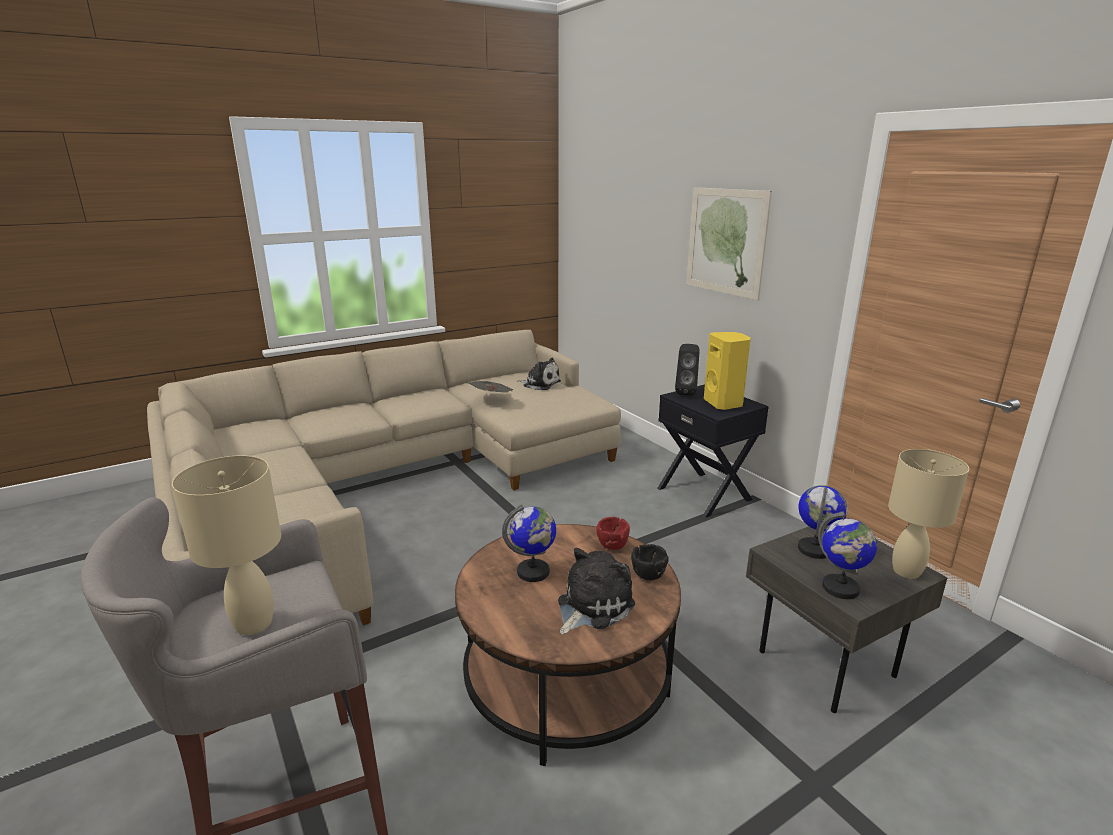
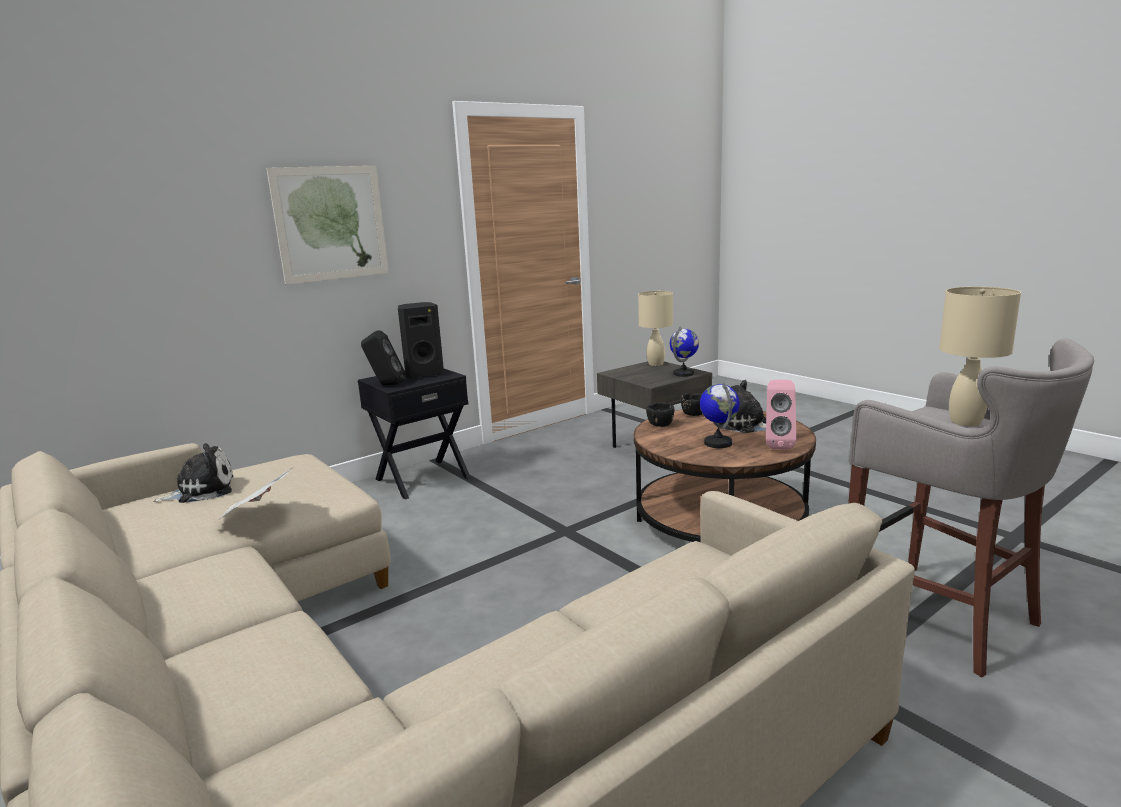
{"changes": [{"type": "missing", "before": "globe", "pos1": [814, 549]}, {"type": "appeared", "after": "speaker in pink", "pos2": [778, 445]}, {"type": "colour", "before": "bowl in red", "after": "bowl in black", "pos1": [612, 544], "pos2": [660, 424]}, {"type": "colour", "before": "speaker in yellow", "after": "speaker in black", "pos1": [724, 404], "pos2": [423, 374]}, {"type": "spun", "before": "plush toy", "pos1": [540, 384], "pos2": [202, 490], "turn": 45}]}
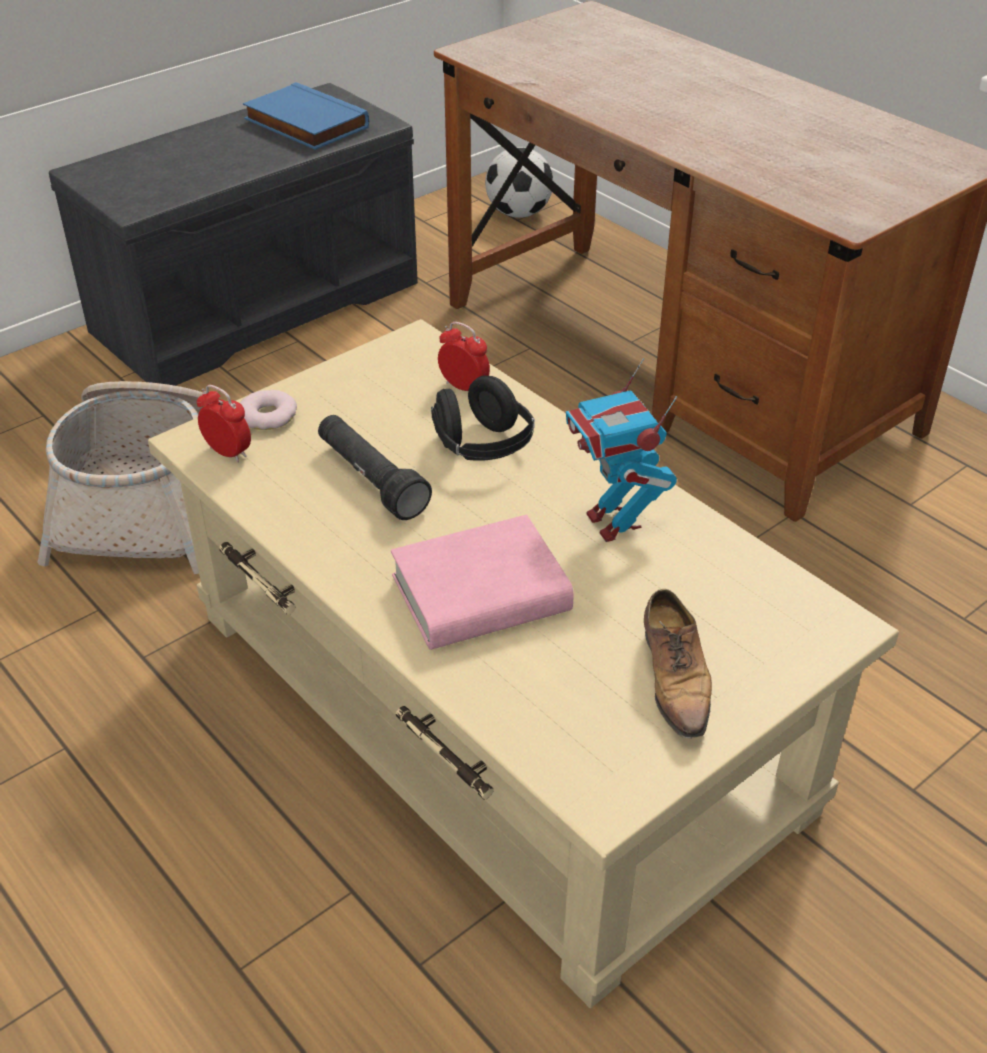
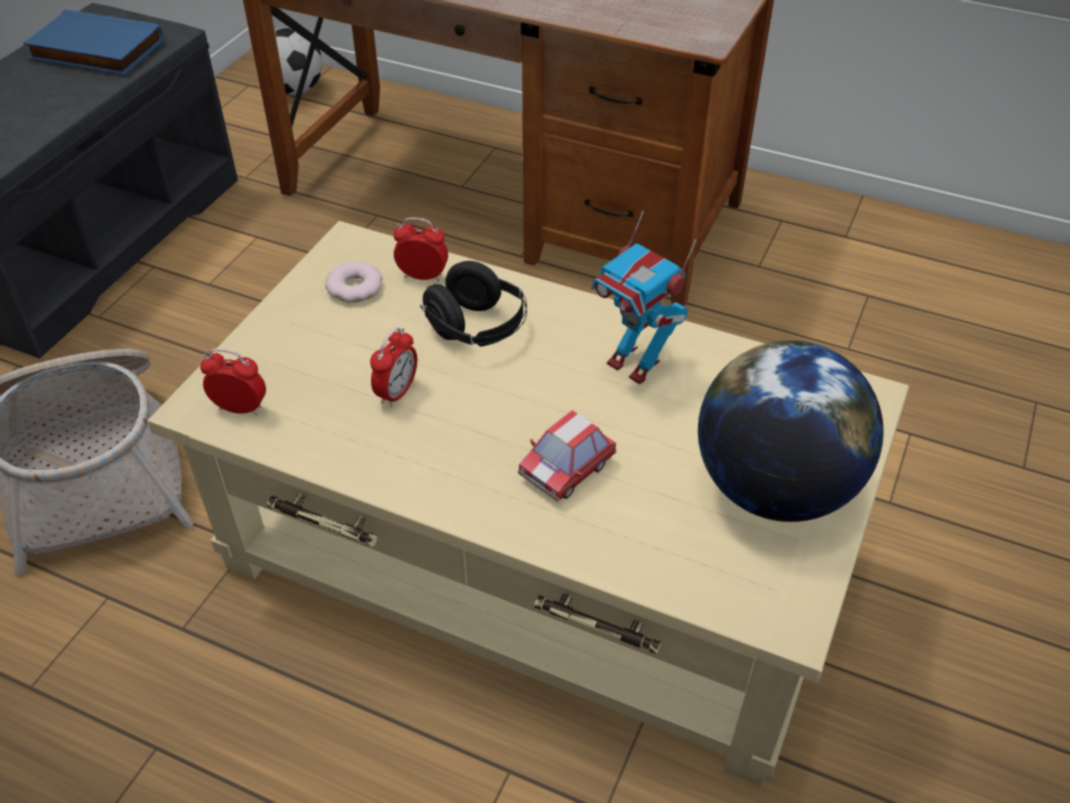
{"changes": [{"type": "relocated", "before": "donut", "pos1": [268, 416], "pos2": [355, 287]}, {"type": "exchanged", "before": "flashlight in black", "after": "alarm clock", "pos1": [371, 480], "pos2": [397, 392]}, {"type": "exchanged", "before": "book in pink", "after": "toy car", "pos1": [481, 594], "pos2": [567, 469]}, {"type": "exchanged", "before": "shoe", "after": "globe", "pos1": [675, 679], "pos2": [774, 489]}]}
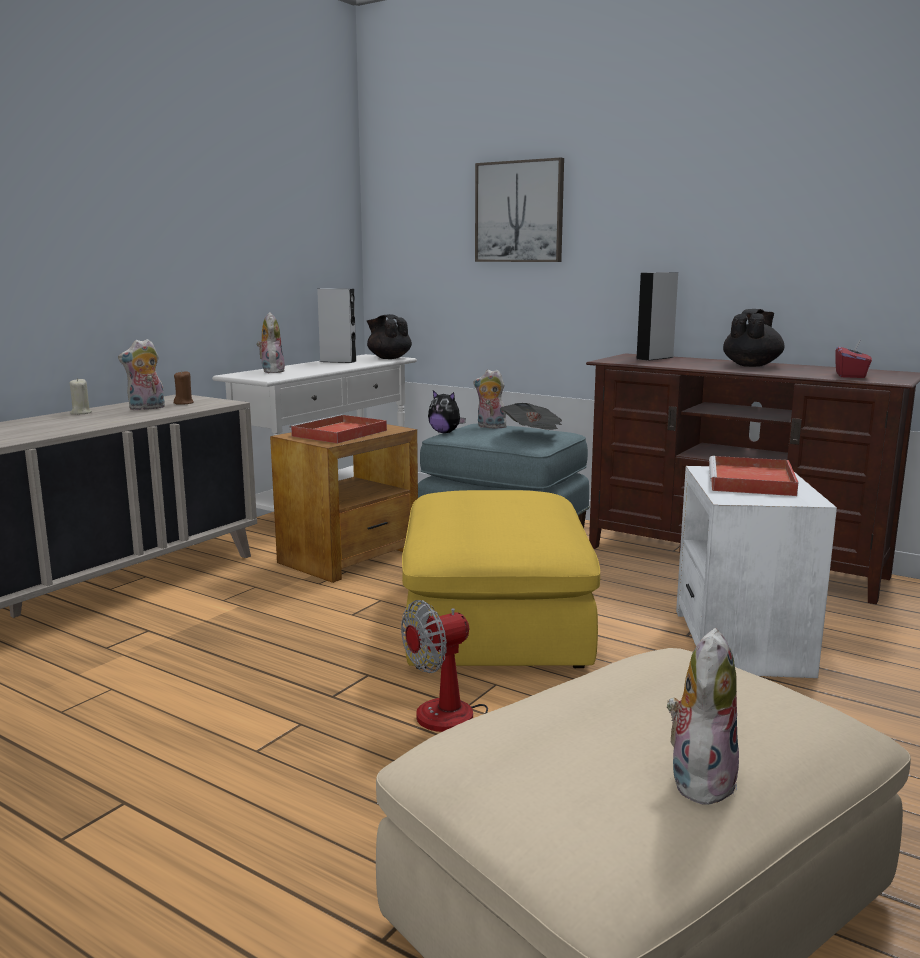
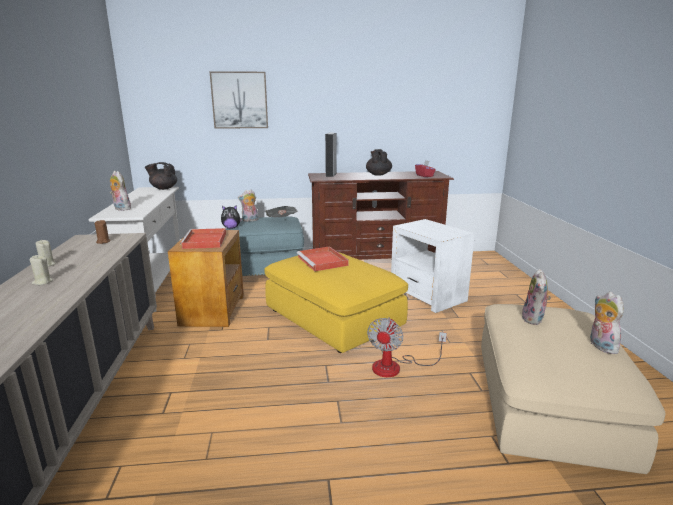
{"changes": [{"type": "missing", "before": "speaker in grey", "pos1": [338, 361]}, {"type": "appeared", "after": "candle in beige", "pos2": [42, 282]}, {"type": "relocated", "before": "plush toy", "pos1": [146, 408], "pos2": [534, 319]}, {"type": "relocated", "before": "tray in red", "pos1": [752, 481], "pos2": [323, 261]}]}
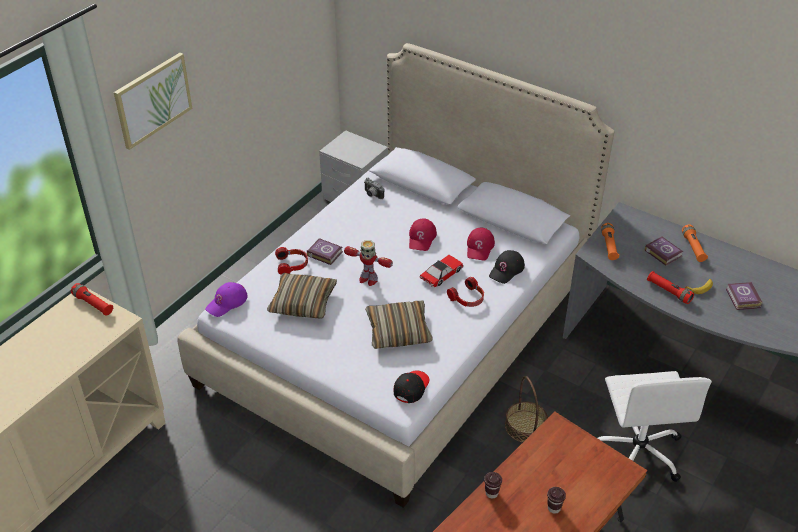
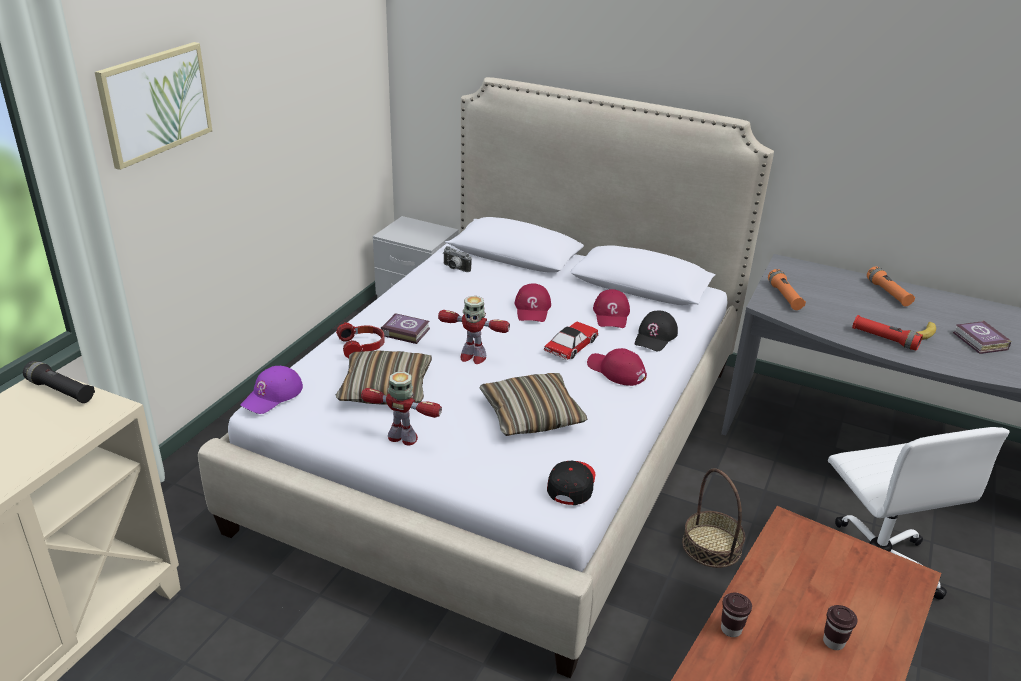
{"changes": [{"type": "missing", "before": "book", "pos1": [663, 252]}, {"type": "appeared", "after": "toy robot", "pos2": [403, 438]}, {"type": "exchanged", "before": "headphones", "after": "cap in red", "pos1": [468, 298], "pos2": [616, 371]}, {"type": "colour", "before": "flashlight in red", "after": "flashlight in black", "pos1": [93, 304], "pos2": [61, 391]}]}
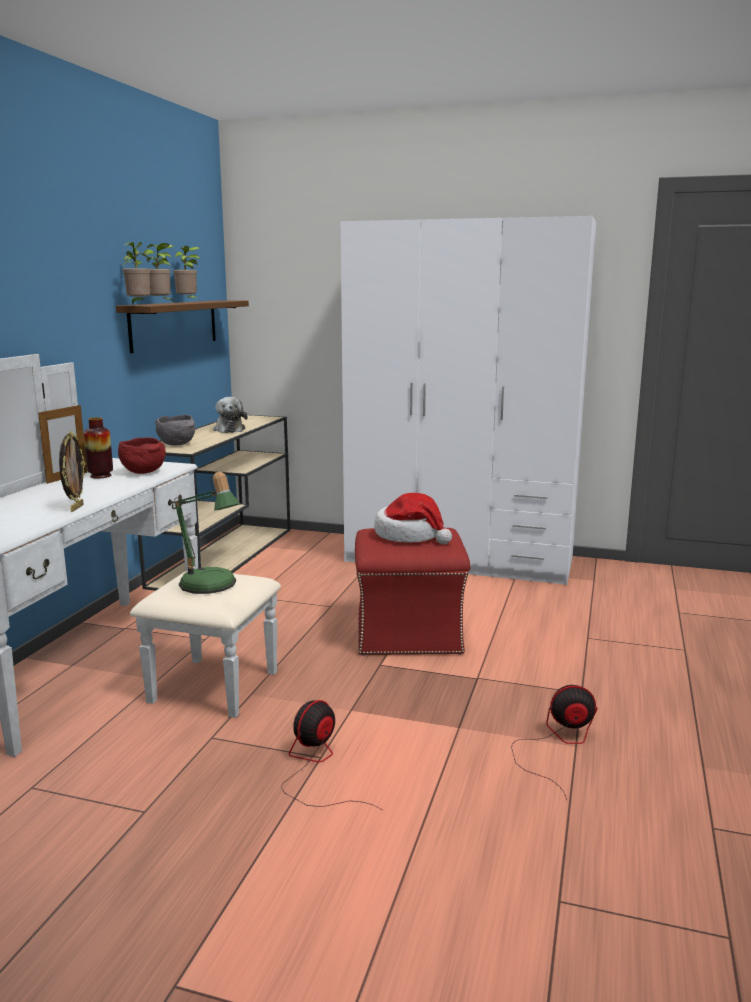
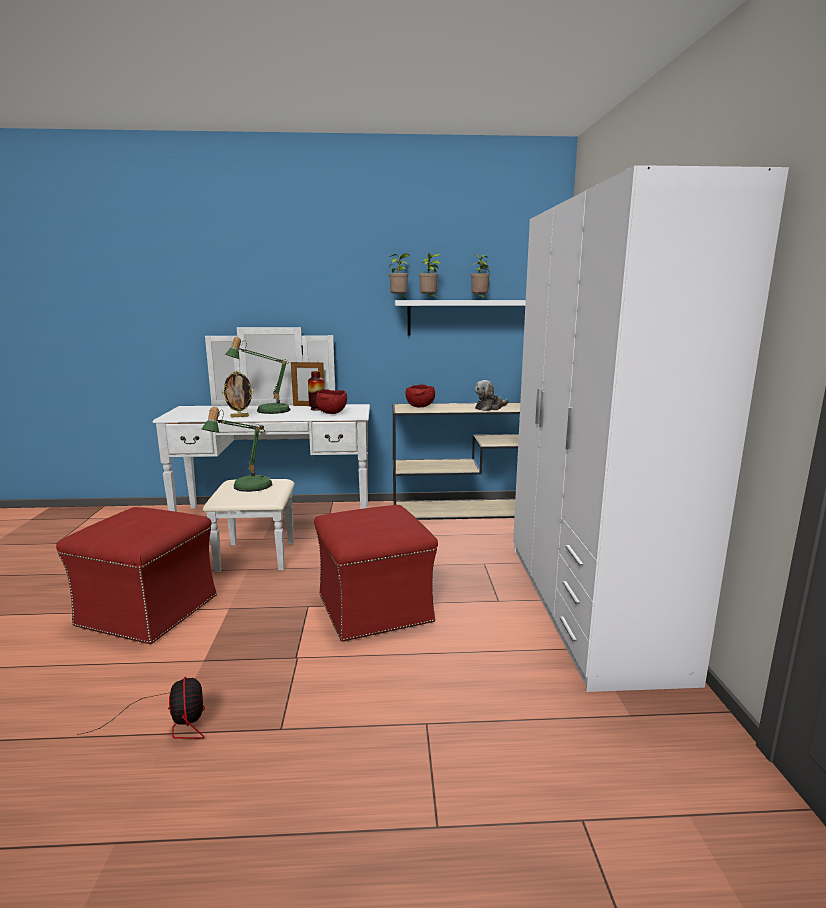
{"changes": [{"type": "missing", "before": "hat", "pos1": [410, 535]}, {"type": "appeared", "after": "table lamp", "pos2": [267, 411]}, {"type": "exchanged", "before": "fan", "after": "ottoman in red", "pos1": [316, 767], "pos2": [149, 611]}, {"type": "colour", "before": "shelf in brown", "after": "shelf in white", "pos1": [174, 324], "pos2": [471, 317]}, {"type": "colour", "before": "bowl in grey", "after": "bowl in red", "pos1": [178, 444], "pos2": [420, 407]}]}
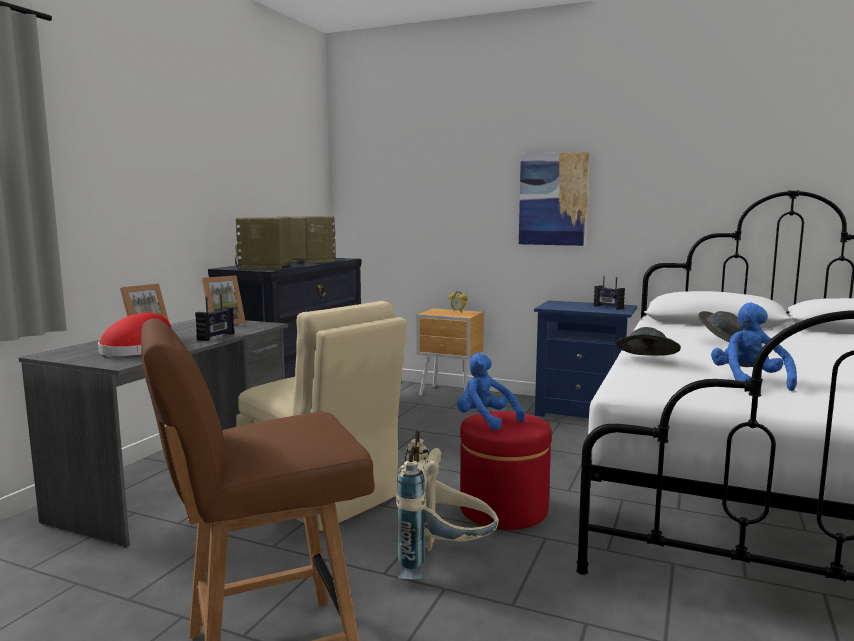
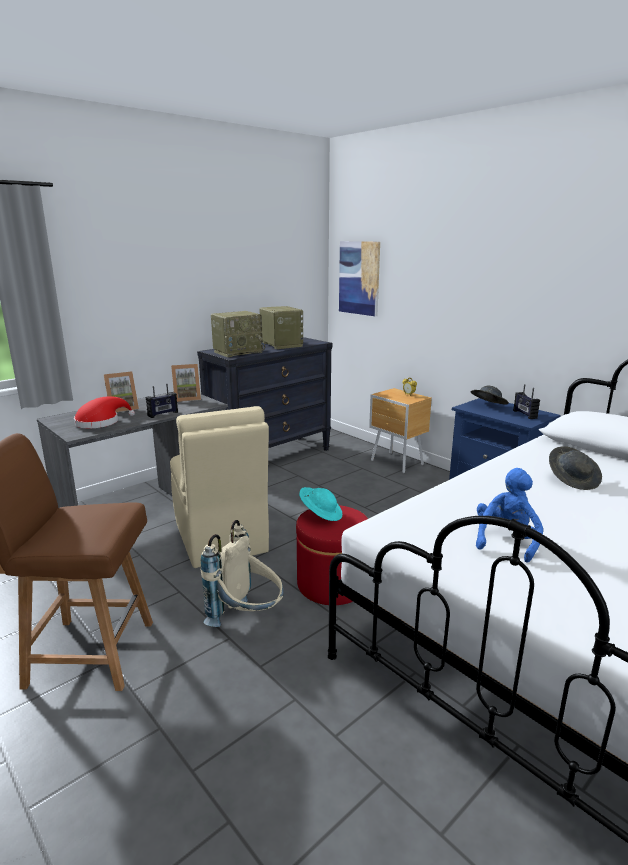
{"changes": [{"type": "relocated", "before": "picture", "pos1": [553, 199], "pos2": [359, 278]}, {"type": "relocated", "before": "hat in grey", "pos1": [645, 360], "pos2": [487, 406]}, {"type": "exchanged", "before": "plush toy in blue", "after": "hat in turquoise", "pos1": [485, 420], "pos2": [321, 514]}, {"type": "spun", "before": "radio", "pos1": [266, 267], "pos2": [238, 352], "turn": -150}]}
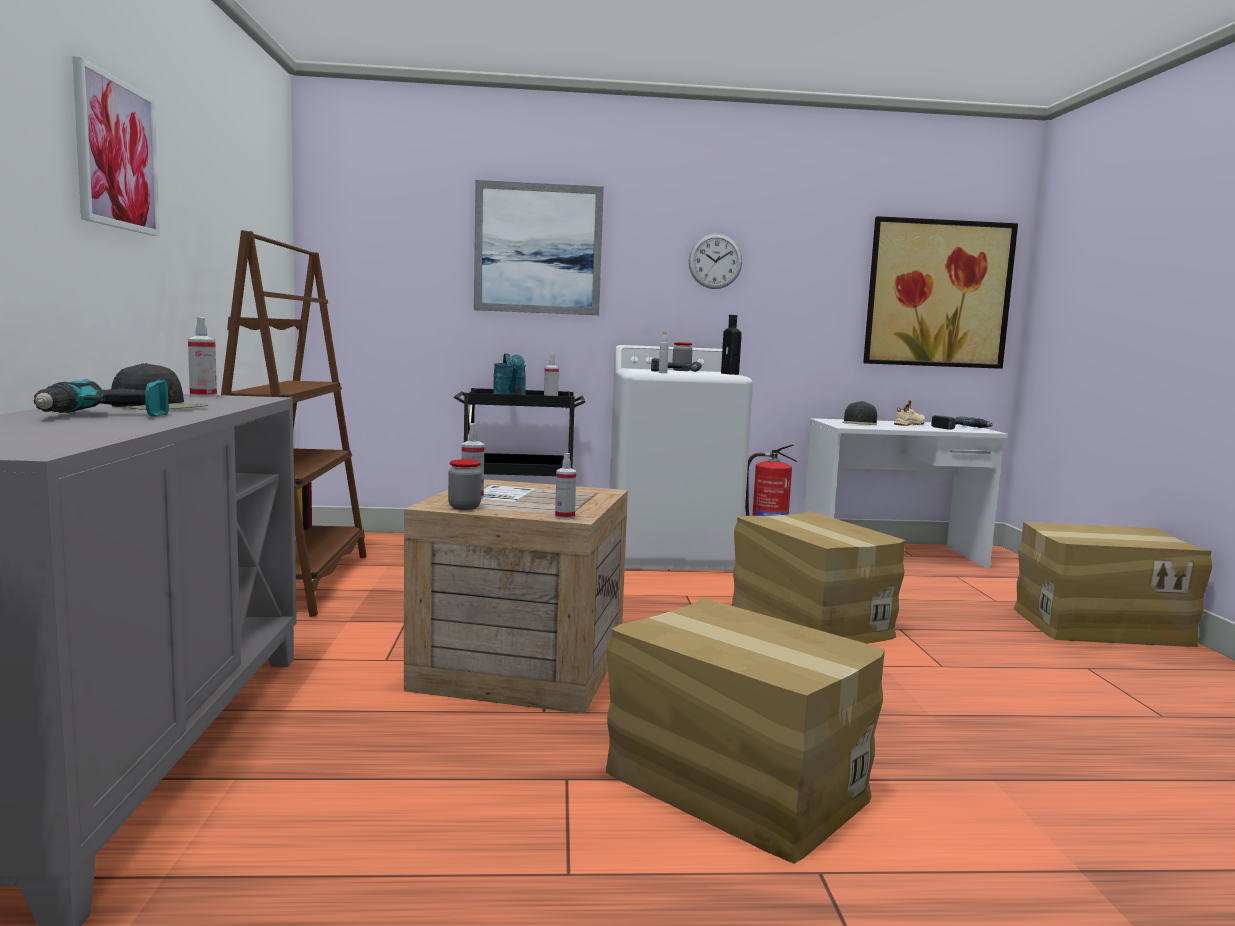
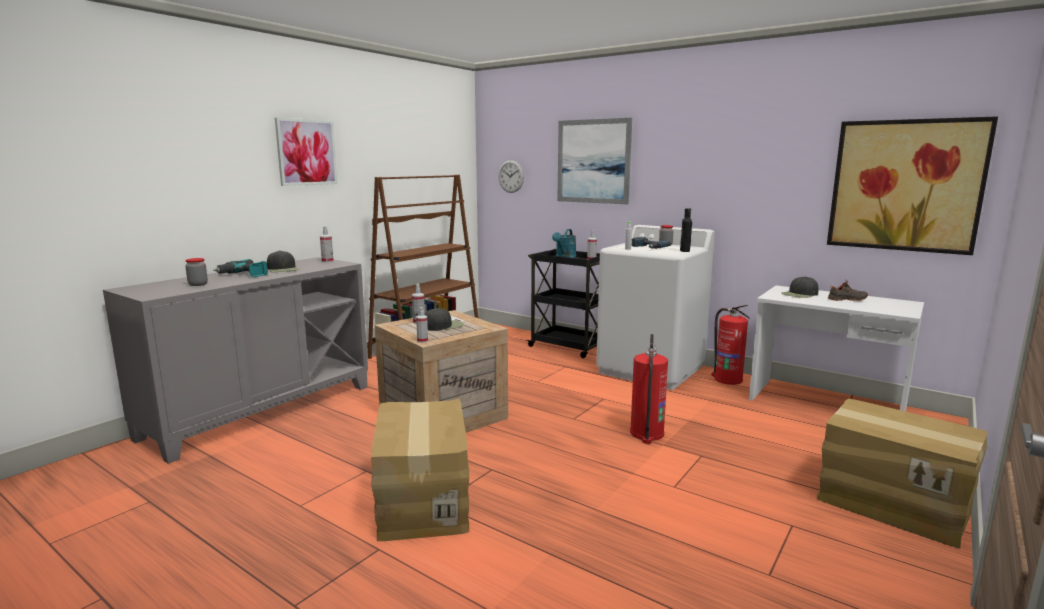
{"changes": [{"type": "missing", "before": "power drill", "pos1": [960, 428]}, {"type": "appeared", "after": "cap in black", "pos2": [443, 326]}, {"type": "relocated", "before": "jar", "pos1": [464, 507], "pos2": [198, 284]}, {"type": "relocated", "before": "wall clock", "pos1": [715, 261], "pos2": [511, 176]}, {"type": "exchanged", "before": "cardboard box", "after": "fire extinguisher", "pos1": [808, 621], "pos2": [646, 433]}, {"type": "colour", "before": "shoe in beige", "after": "shoe in black", "pos1": [910, 424], "pos2": [847, 299]}]}
